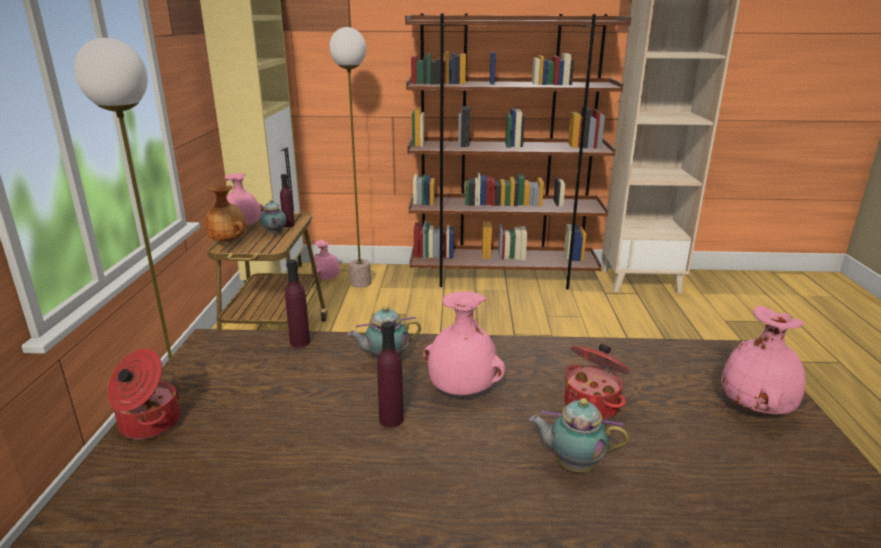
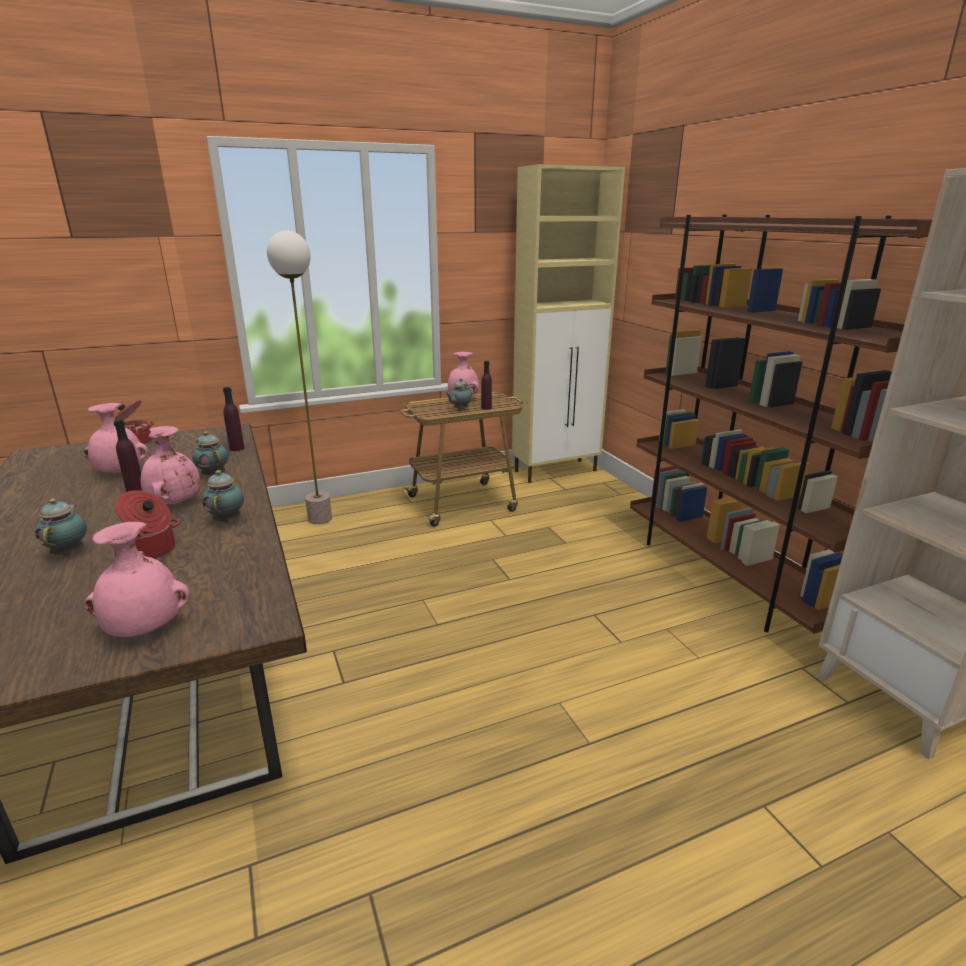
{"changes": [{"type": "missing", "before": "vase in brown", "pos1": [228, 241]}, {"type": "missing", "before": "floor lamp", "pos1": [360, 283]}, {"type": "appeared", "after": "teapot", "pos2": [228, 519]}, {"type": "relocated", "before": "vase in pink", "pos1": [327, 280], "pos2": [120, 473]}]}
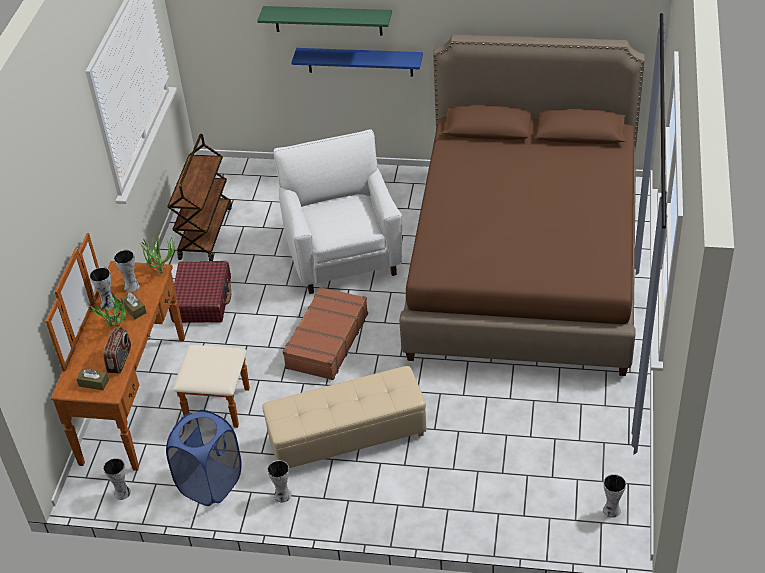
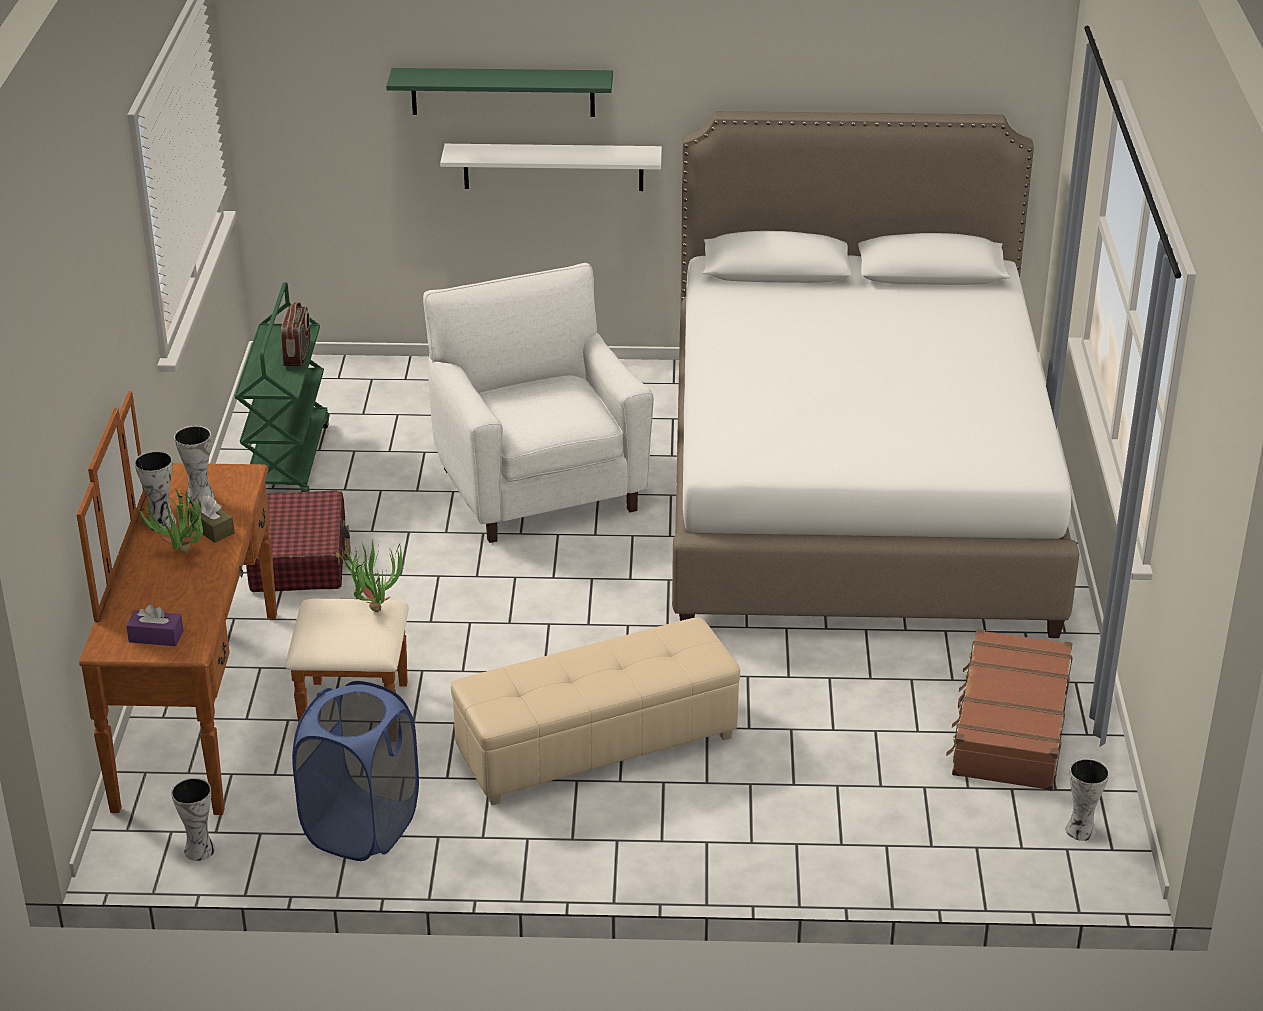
{"changes": [{"type": "missing", "before": "vase", "pos1": [282, 496]}, {"type": "relocated", "before": "radio", "pos1": [120, 360], "pos2": [297, 354]}, {"type": "relocated", "before": "potted plant", "pos1": [160, 269], "pos2": [374, 605]}, {"type": "relocated", "before": "suitcase in brown", "pos1": [326, 341], "pos2": [1009, 726]}, {"type": "colour", "before": "tissue box in brown", "after": "tissue box in purple", "pos1": [93, 383], "pos2": [156, 636]}, {"type": "colour", "before": "cart in brown", "after": "cart in green", "pos1": [205, 232], "pos2": [287, 461]}, {"type": "colour", "before": "shelf in blue", "after": "shelf in white", "pos1": [360, 61], "pos2": [553, 167]}, {"type": "colour", "before": "bed in brown", "after": "bed in white", "pos1": [525, 265], "pos2": [854, 490]}]}
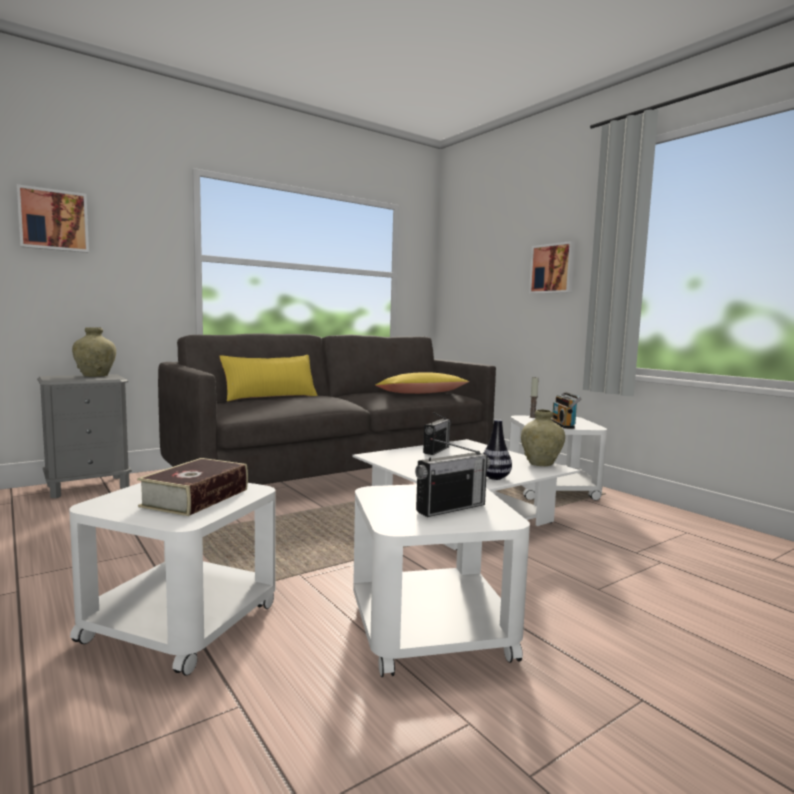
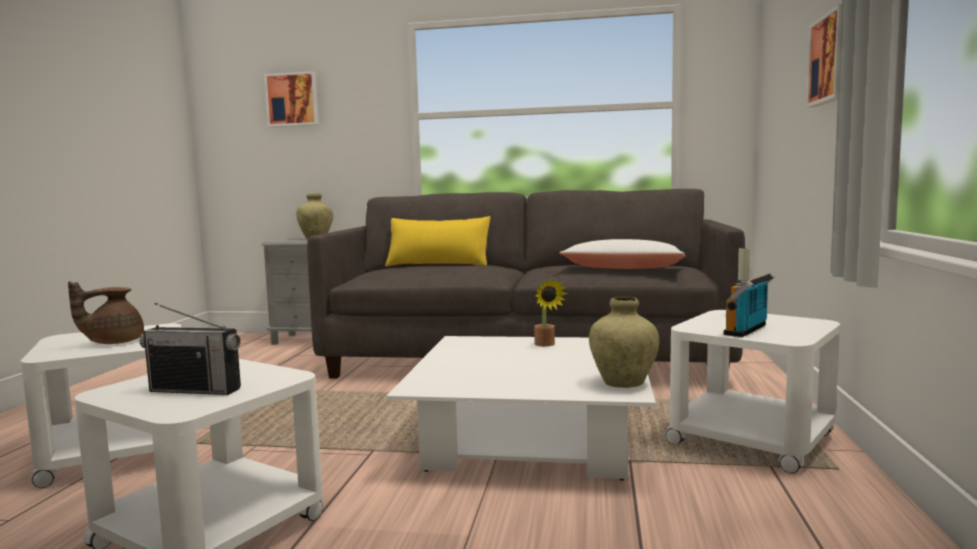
{"changes": [{"type": "missing", "before": "vase", "pos1": [495, 478]}, {"type": "exchanged", "before": "book", "after": "teapot in brown", "pos1": [196, 498], "pos2": [113, 342]}, {"type": "exchanged", "before": "radio", "after": "potted plant", "pos1": [436, 450], "pos2": [546, 345]}, {"type": "colour", "before": "pillow in yellow", "after": "pillow in white", "pos1": [421, 393], "pos2": [623, 269]}]}
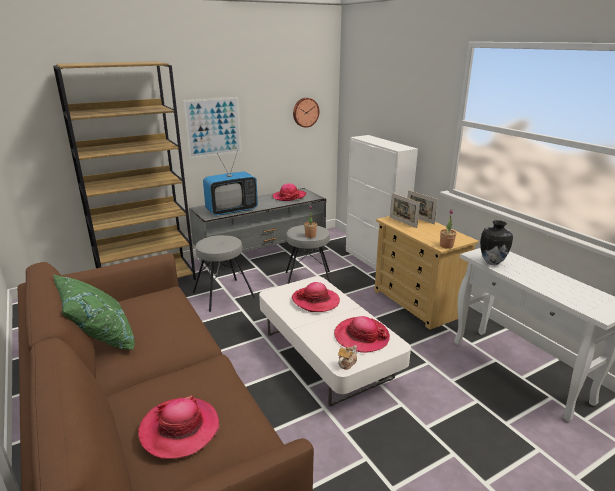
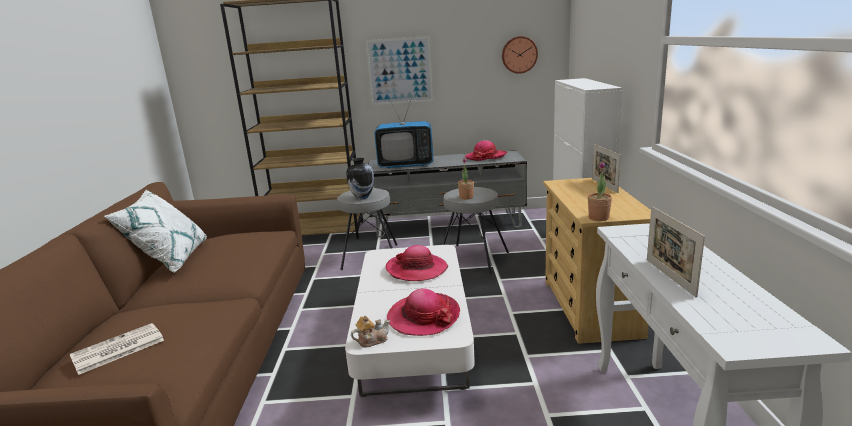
{"changes": [{"type": "relocated", "before": "picture frame", "pos1": [403, 222], "pos2": [670, 277]}, {"type": "relocated", "before": "vase", "pos1": [491, 262], "pos2": [362, 197]}, {"type": "exchanged", "before": "hat", "after": "newspaper", "pos1": [180, 429], "pos2": [117, 349]}, {"type": "colour", "before": "pillow in green", "after": "pillow in white", "pos1": [100, 338], "pos2": [170, 260]}]}
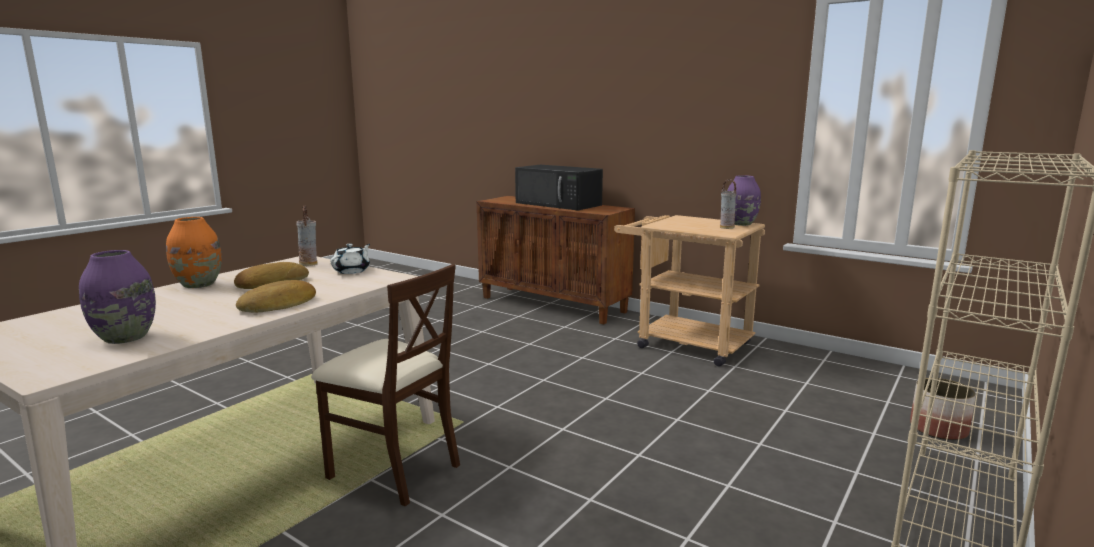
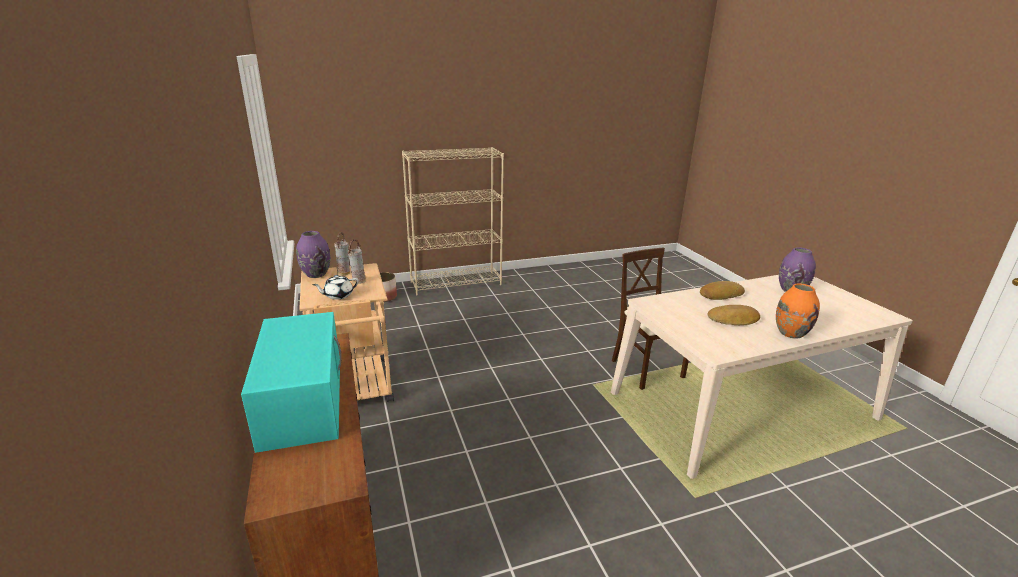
{"changes": [{"type": "relocated", "before": "vase", "pos1": [309, 264], "pos2": [358, 281]}, {"type": "relocated", "before": "teapot in white", "pos1": [352, 271], "pos2": [338, 295]}, {"type": "colour", "before": "microwave in black", "after": "microwave in turquoise", "pos1": [559, 204], "pos2": [302, 399]}]}
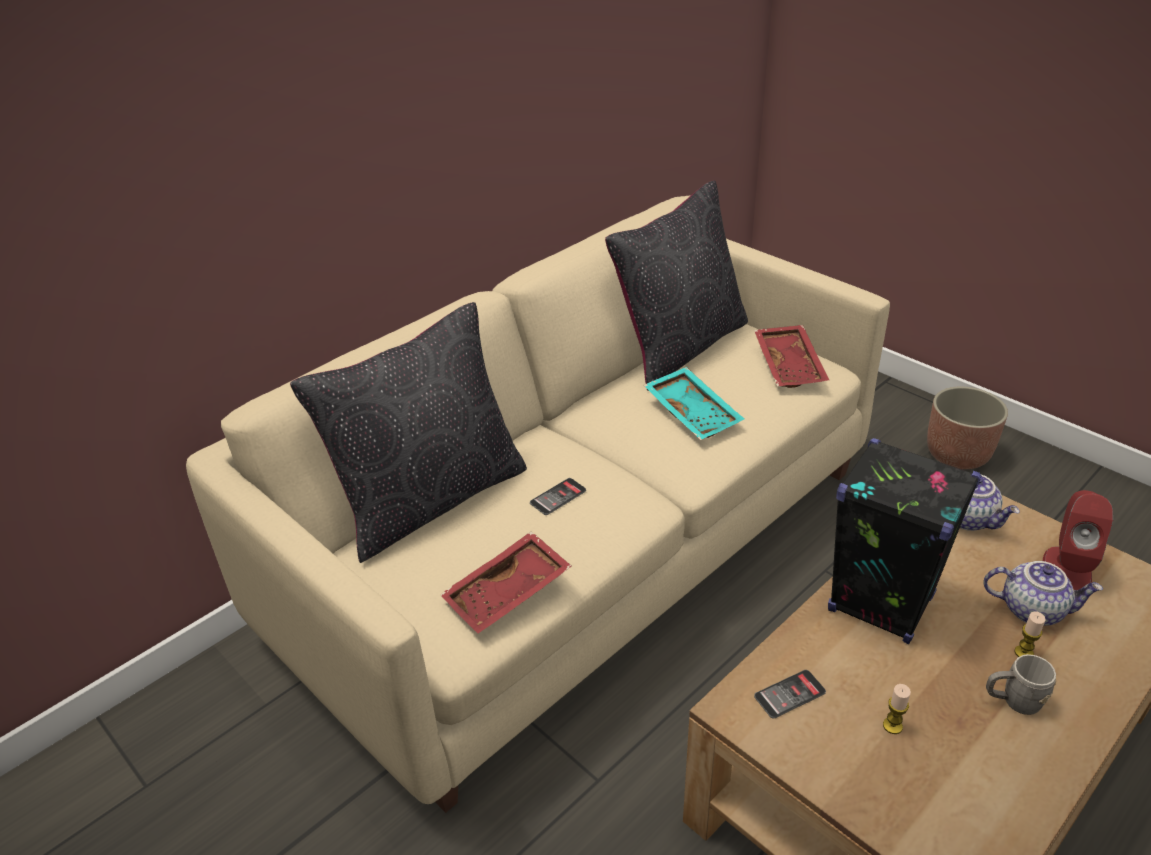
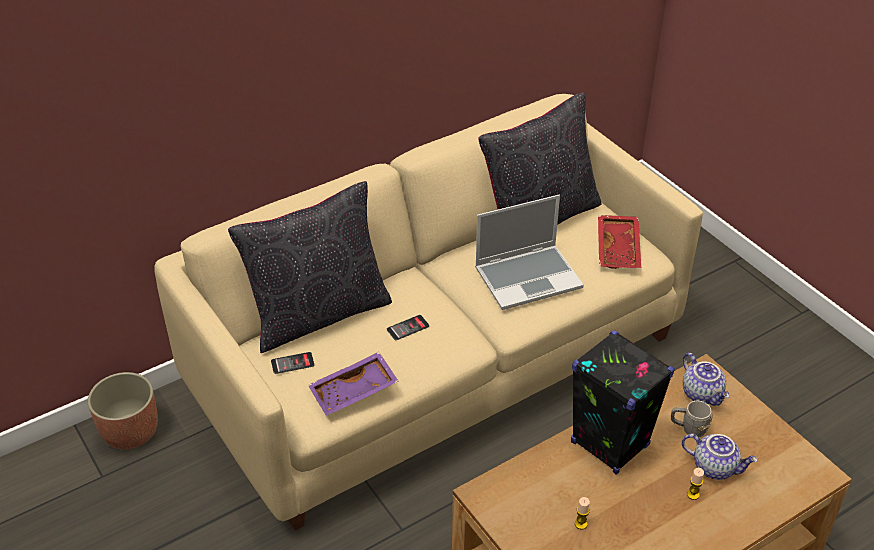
{"changes": [{"type": "missing", "before": "speaker in red", "pos1": [1066, 569]}, {"type": "relocated", "before": "phone", "pos1": [789, 694], "pos2": [292, 363]}, {"type": "relocated", "before": "planter", "pos1": [957, 454], "pos2": [130, 431]}, {"type": "relocated", "before": "mug in grey", "pos1": [1013, 701], "pos2": [688, 428]}, {"type": "exchanged", "before": "tray in turquoise", "after": "laptop", "pos1": [694, 413], "pos2": [528, 277]}, {"type": "colour", "before": "tray in red", "after": "tray in purple", "pos1": [508, 594], "pos2": [354, 392]}]}
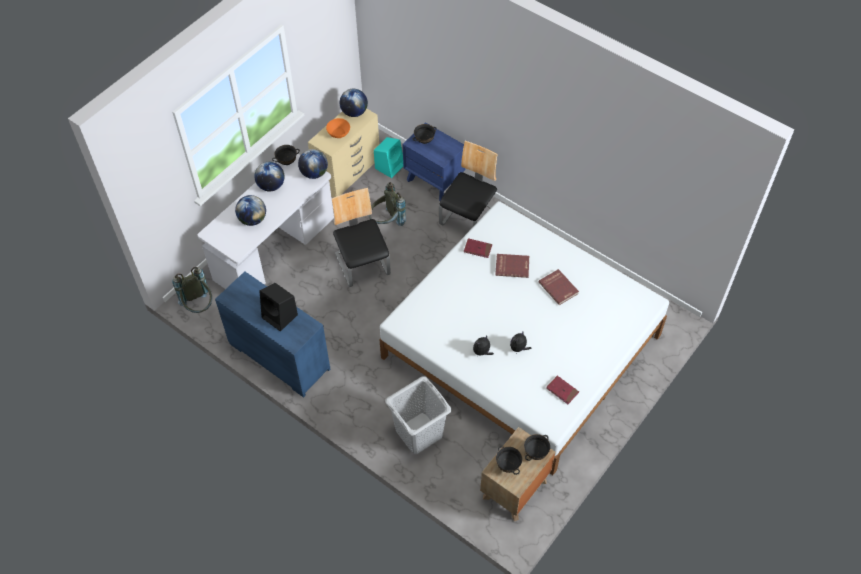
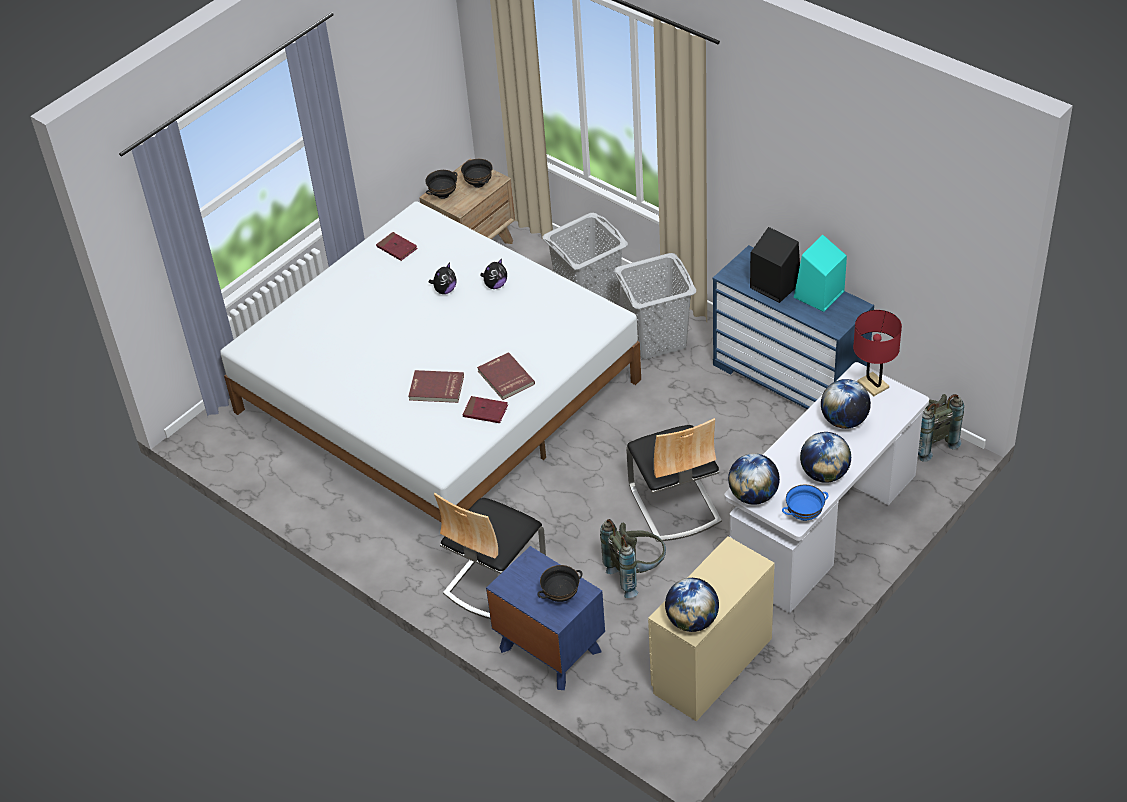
{"changes": [{"type": "missing", "before": "bowl in orange", "pos1": [338, 133]}, {"type": "appeared", "after": "laundry basket in grey", "pos2": [657, 339]}, {"type": "appeared", "after": "table lamp in red", "pos2": [873, 385]}, {"type": "relocated", "before": "speaker in turquoise", "pos1": [390, 166], "pos2": [818, 295]}, {"type": "relocated", "before": "book in red", "pos1": [559, 287], "pos2": [505, 378]}, {"type": "colour", "before": "bowl in black", "after": "bowl in blue", "pos1": [287, 162], "pos2": [804, 515]}]}
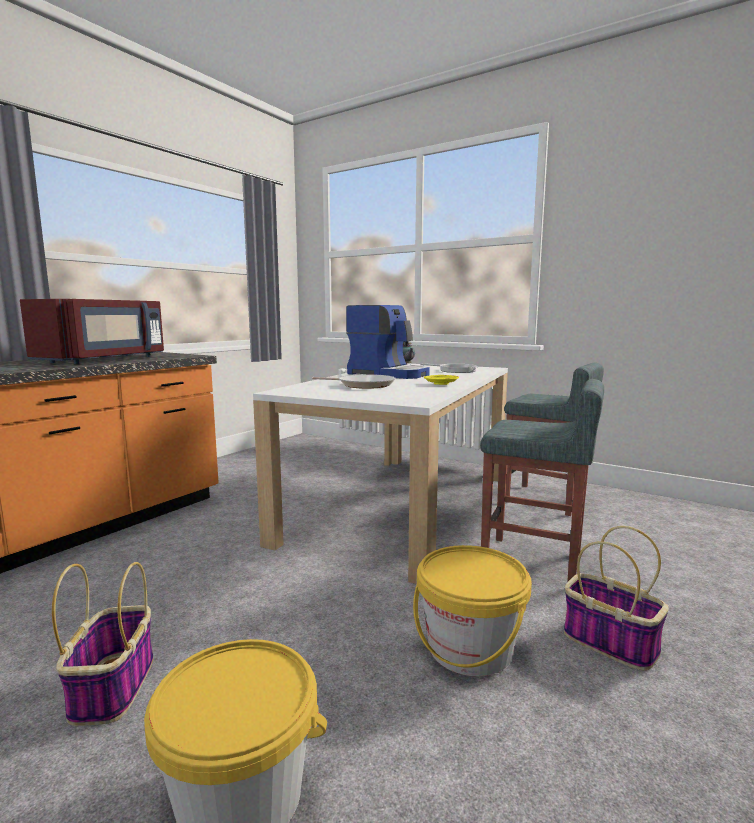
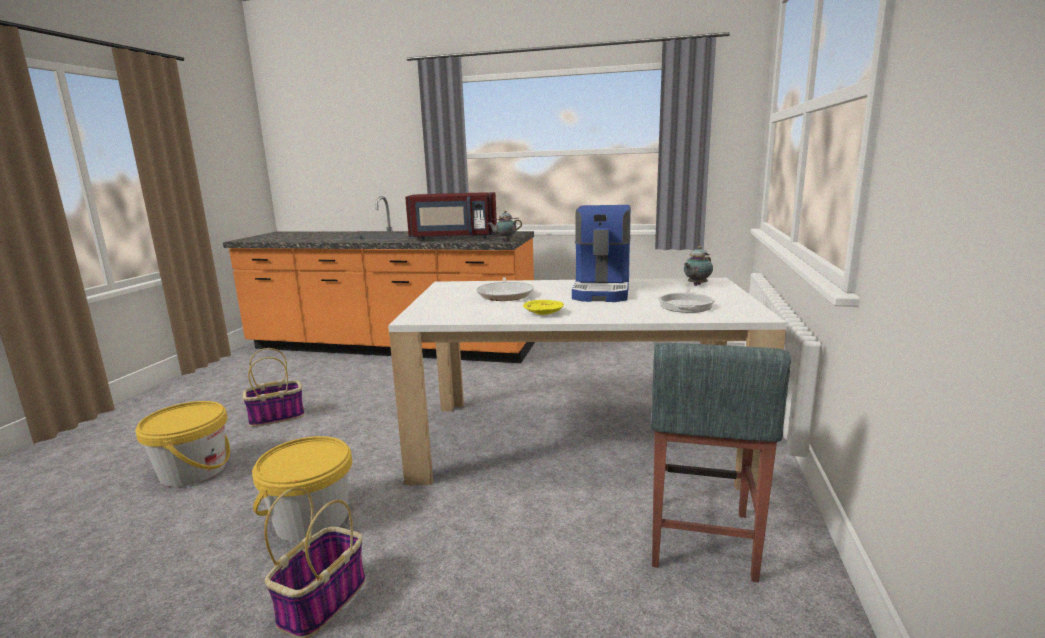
{"changes": [{"type": "missing", "before": "stool in grey", "pos1": [533, 562]}, {"type": "appeared", "after": "teapot", "pos2": [505, 241]}]}
